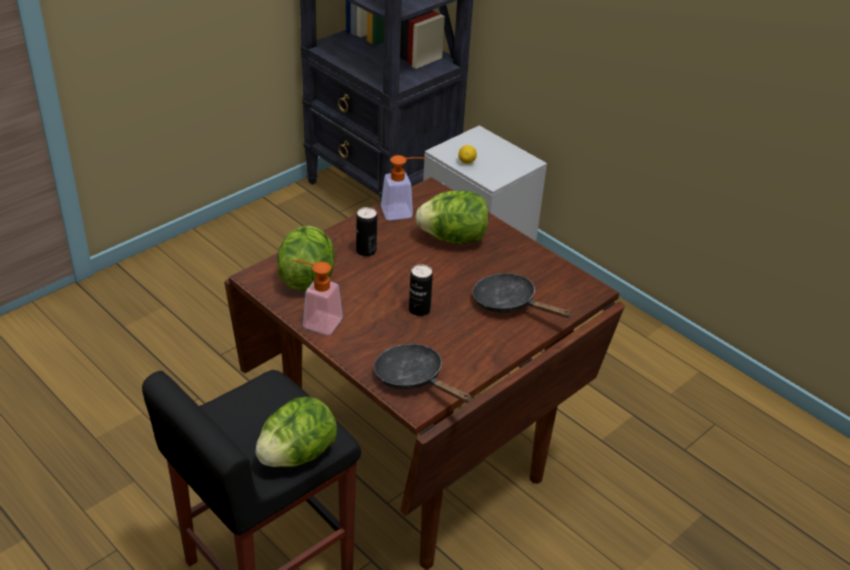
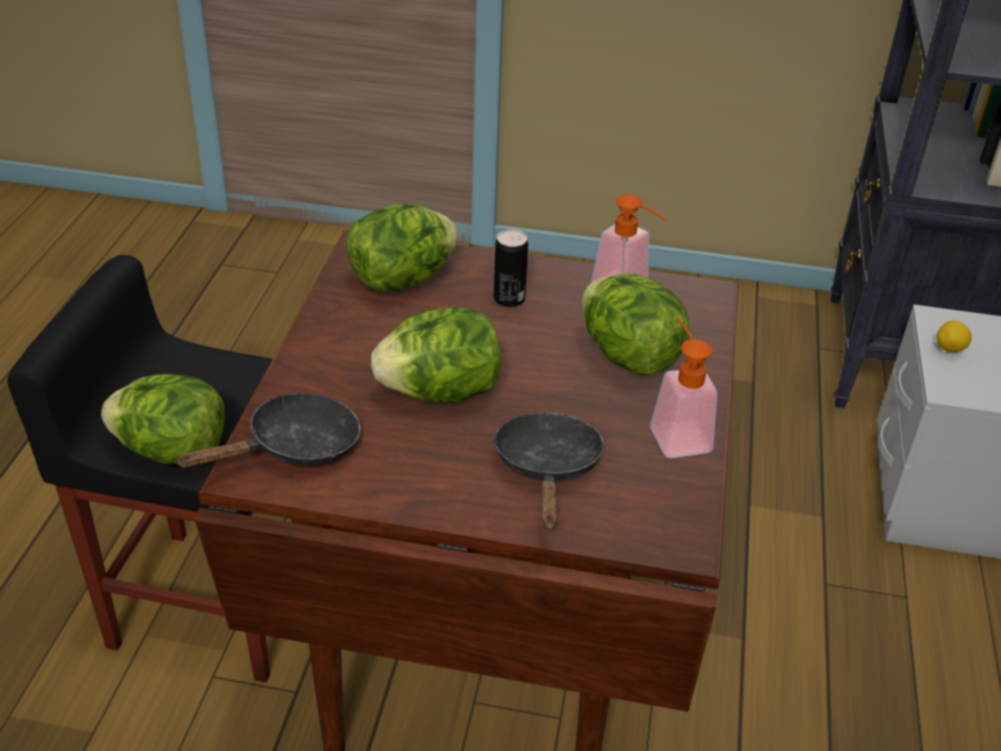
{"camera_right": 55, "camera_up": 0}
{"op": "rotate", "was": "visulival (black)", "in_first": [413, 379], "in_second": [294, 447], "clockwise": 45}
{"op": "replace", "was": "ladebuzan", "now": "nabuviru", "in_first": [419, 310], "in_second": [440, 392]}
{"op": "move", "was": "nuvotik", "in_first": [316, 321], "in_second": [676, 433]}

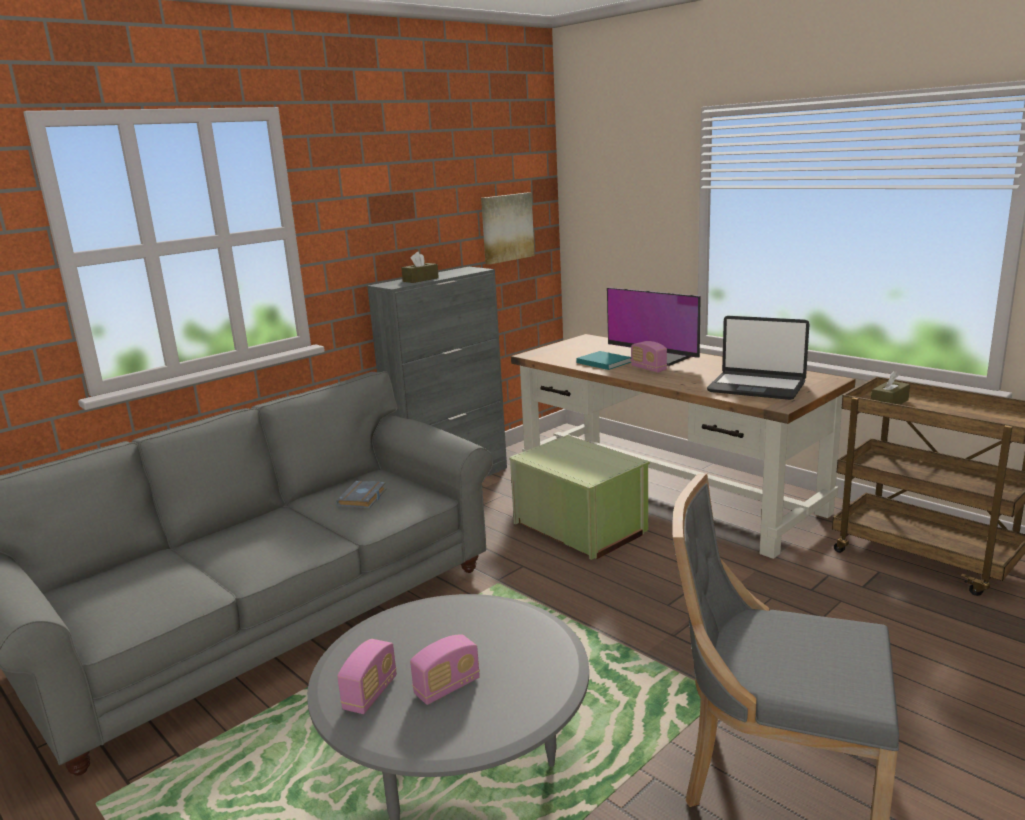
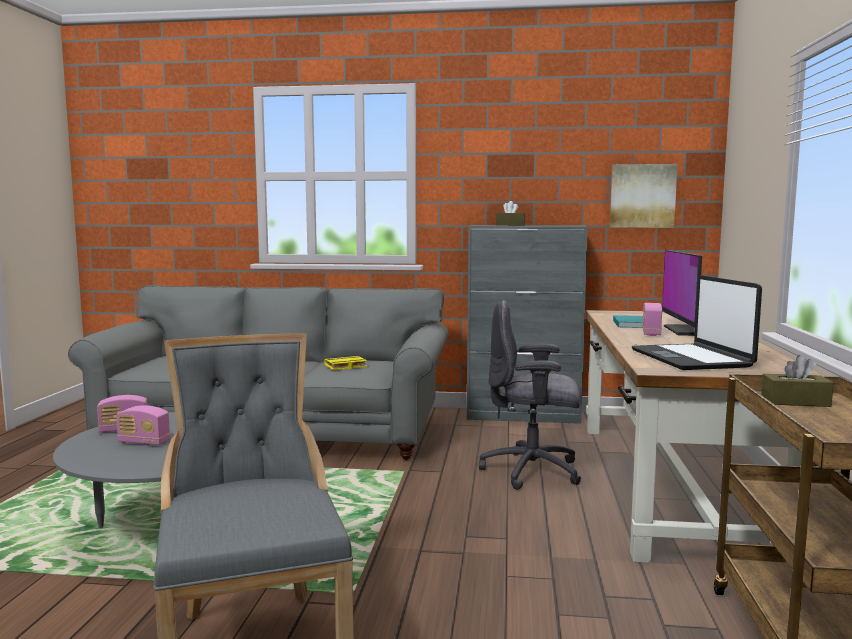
{"camera_right": 50, "camera_up": -10}
{"op": "recolor", "was": "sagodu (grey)", "now": "sagodu (yellow)", "in_first": [363, 499], "in_second": [345, 366]}
{"op": "replace", "was": "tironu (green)", "now": "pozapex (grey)", "in_first": [579, 528], "in_second": [533, 471]}

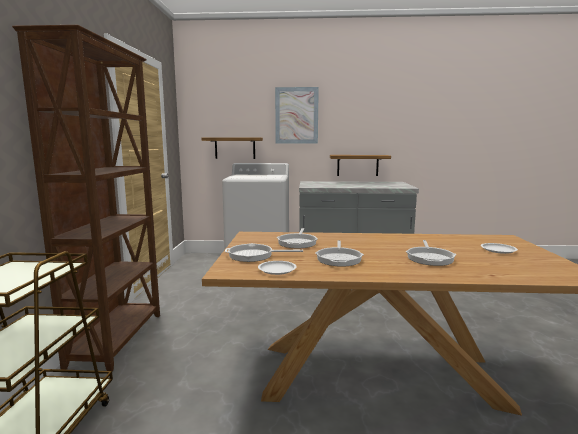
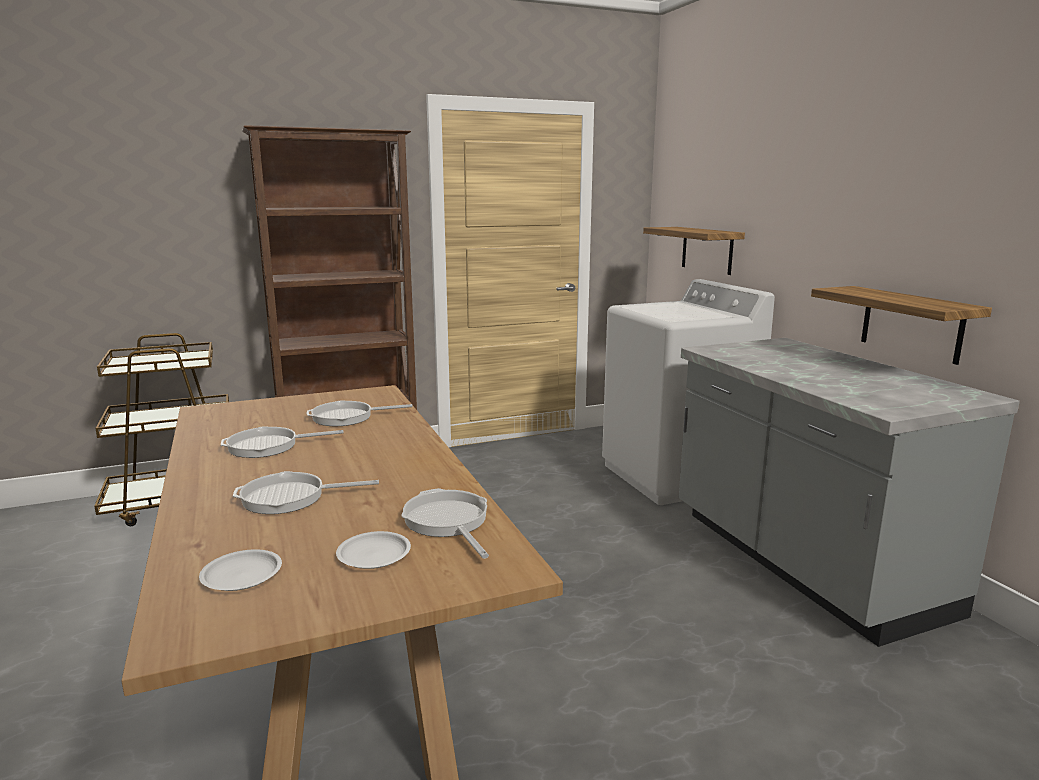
{"camera_right": 65, "camera_up": 5}
{"op": "move", "was": "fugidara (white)", "in_first": [277, 270], "in_second": [242, 575]}
{"op": "move", "was": "visulival", "in_first": [254, 255], "in_second": [447, 522]}
{"op": "delete", "was": "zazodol", "in_first": [296, 115]}

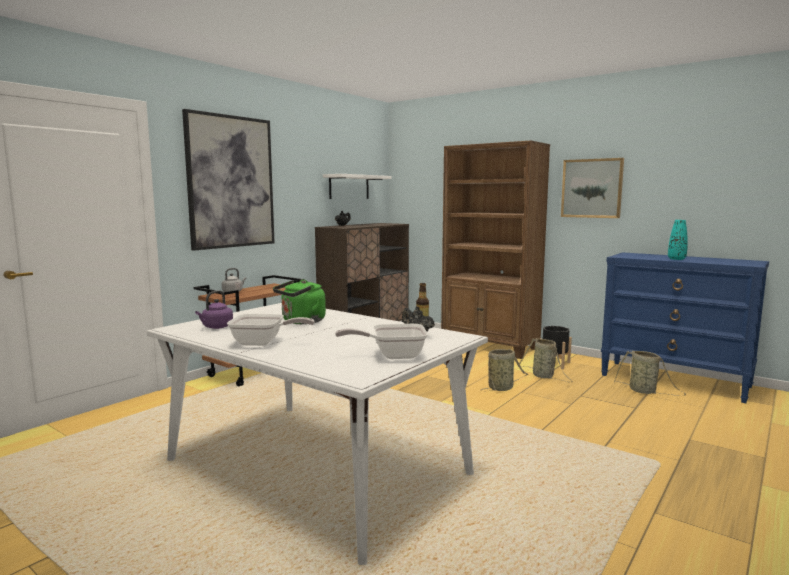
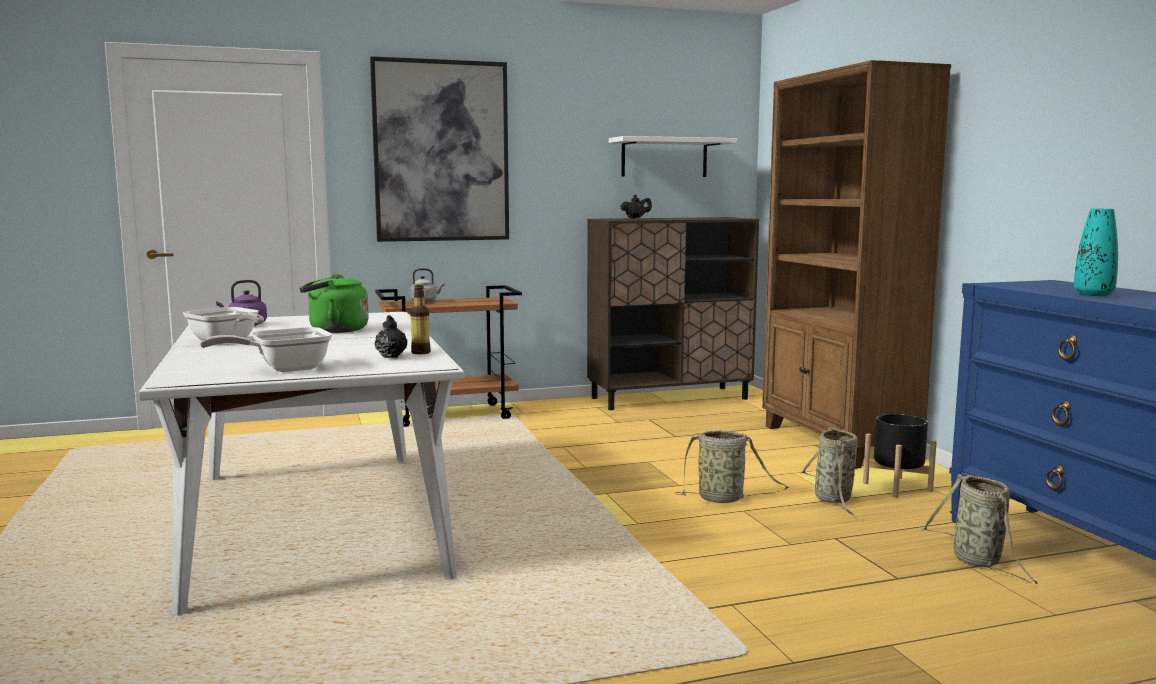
{"camera_right": 35, "camera_up": 0}
{"op": "rotate", "was": "visulival", "in_first": [392, 355], "in_second": [283, 369], "clockwise": -60}
{"op": "delete", "was": "zazodol", "in_first": [591, 188]}

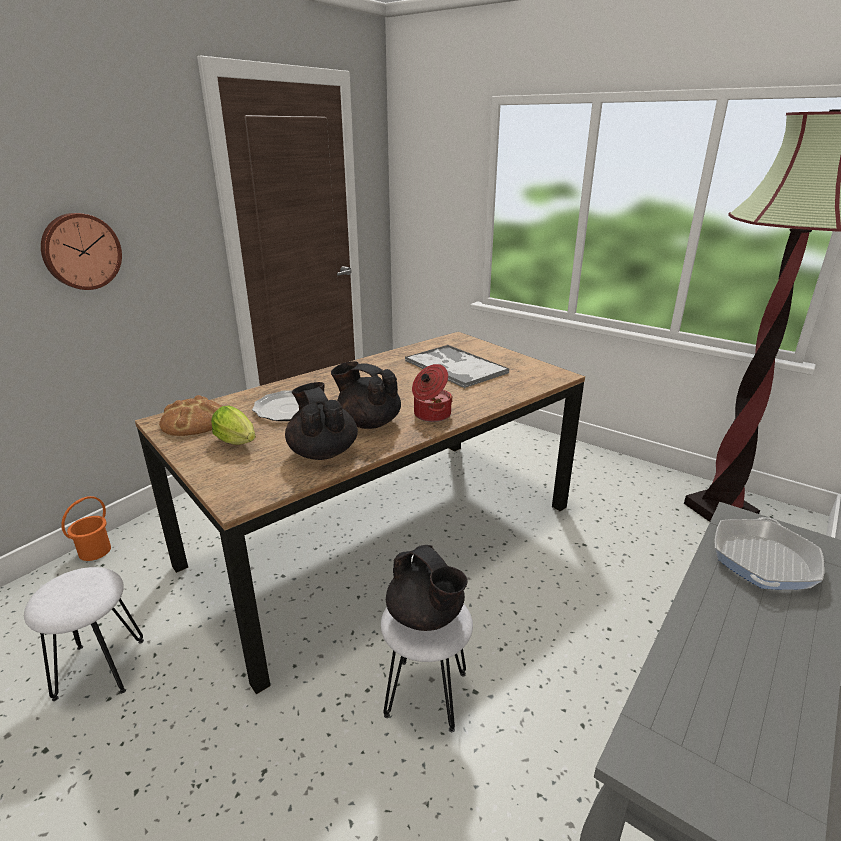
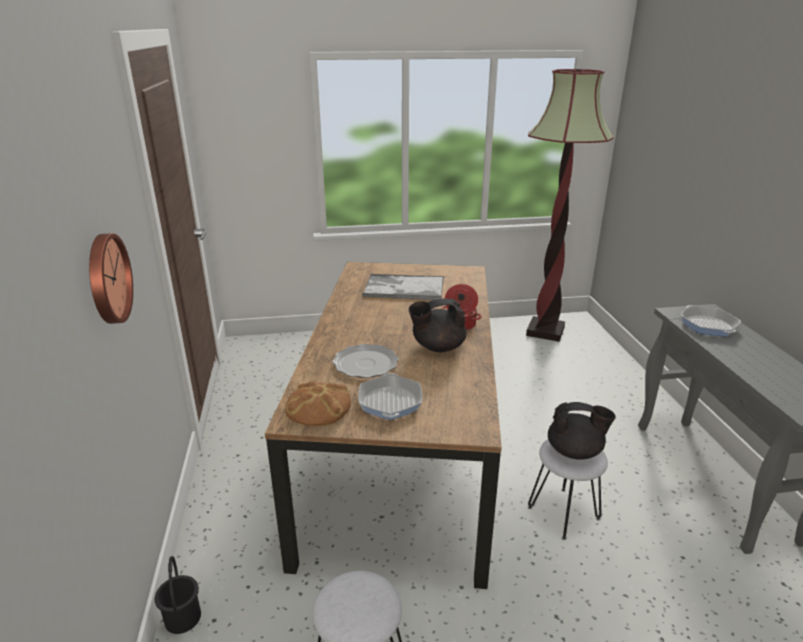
{"camera_right": -45, "camera_up": 0}
{"op": "recolor", "was": "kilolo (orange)", "now": "kilolo (black)", "in_first": [94, 551], "in_second": [182, 618]}
{"op": "replace", "was": "nabuviru", "now": "visulival", "in_first": [238, 443], "in_second": [390, 402]}
{"op": "delete", "was": "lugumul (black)", "in_first": [322, 452]}

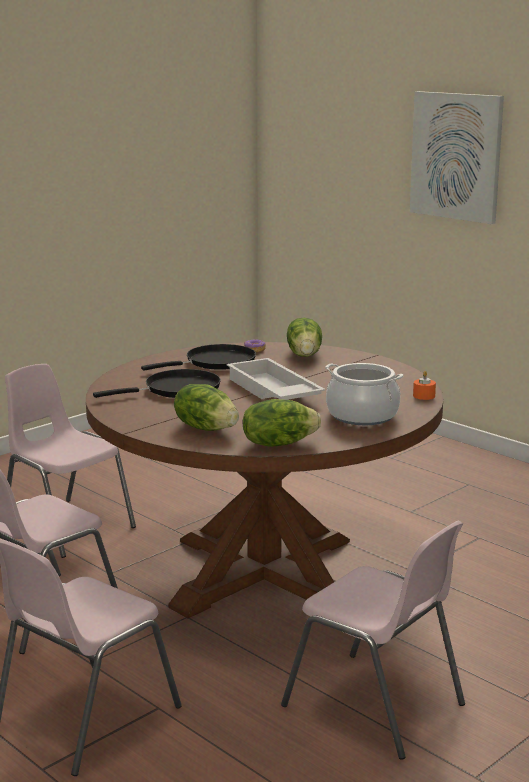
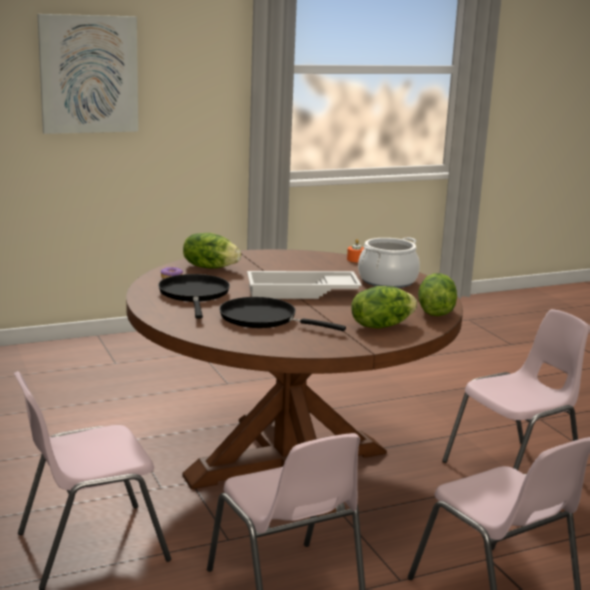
{"camera_right": -70, "camera_up": 0}
{"op": "rotate", "was": "visulival (black)", "in_first": [177, 390], "in_second": [263, 319], "clockwise": -60}

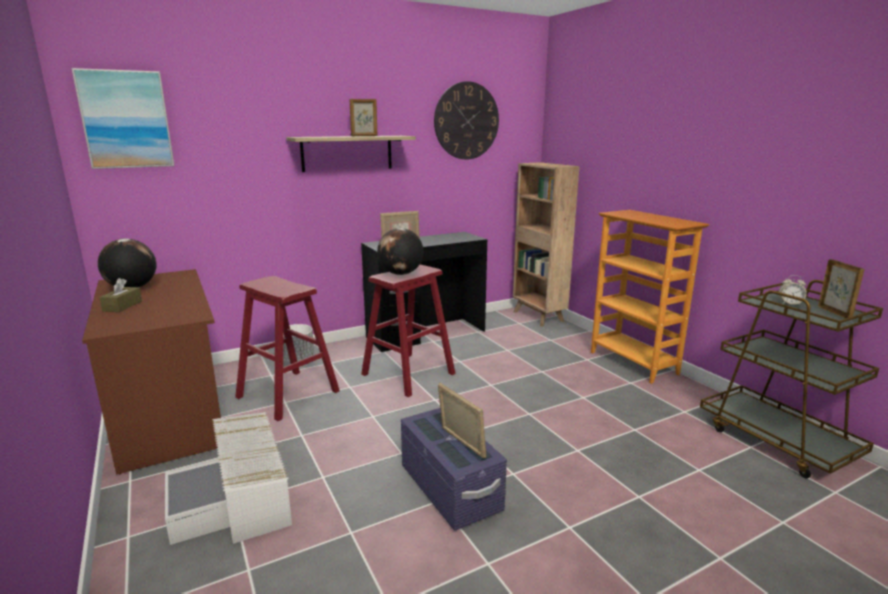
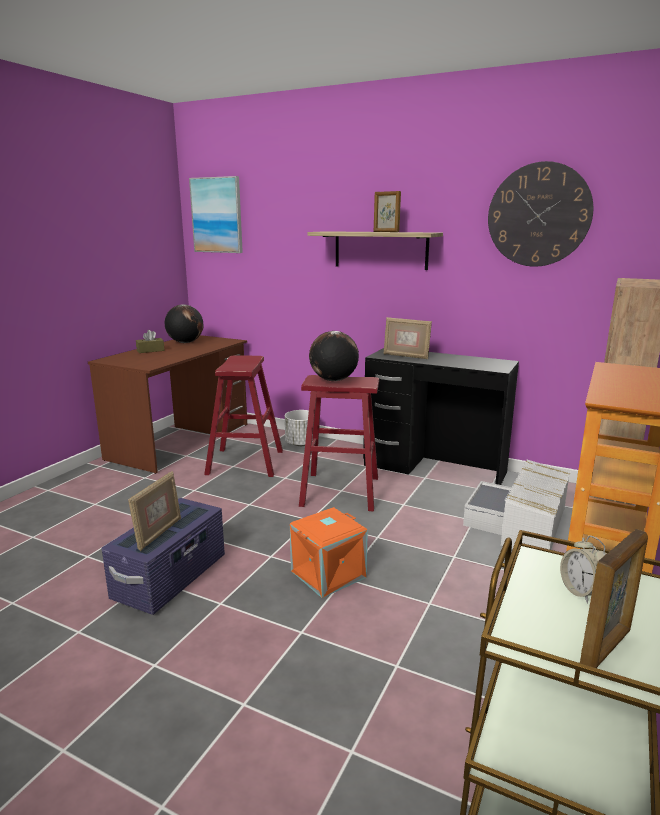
{"camera_right": 55, "camera_up": 0}
{"op": "insert", "now": "tironu (orange)", "in_second": [328, 575]}
{"op": "move", "was": "tironu (white)", "in_first": [236, 499], "in_second": [520, 523]}

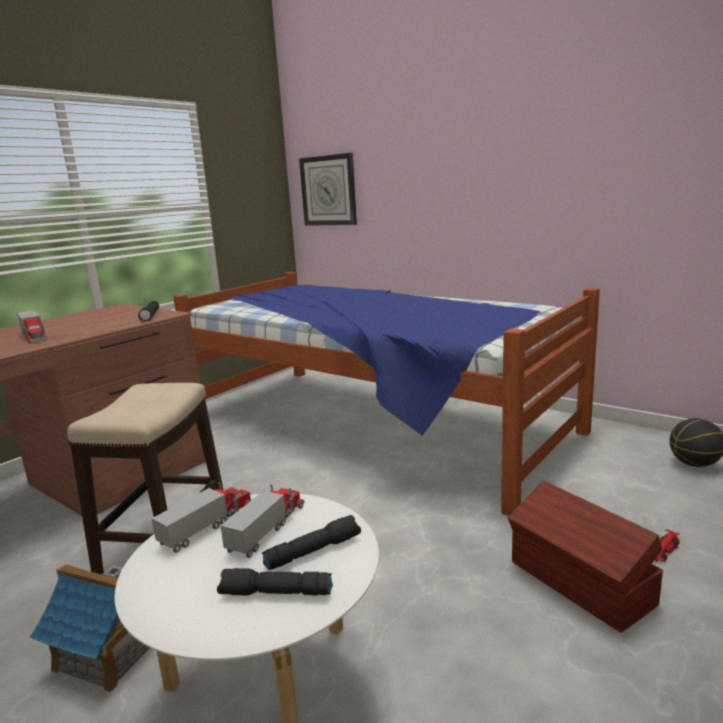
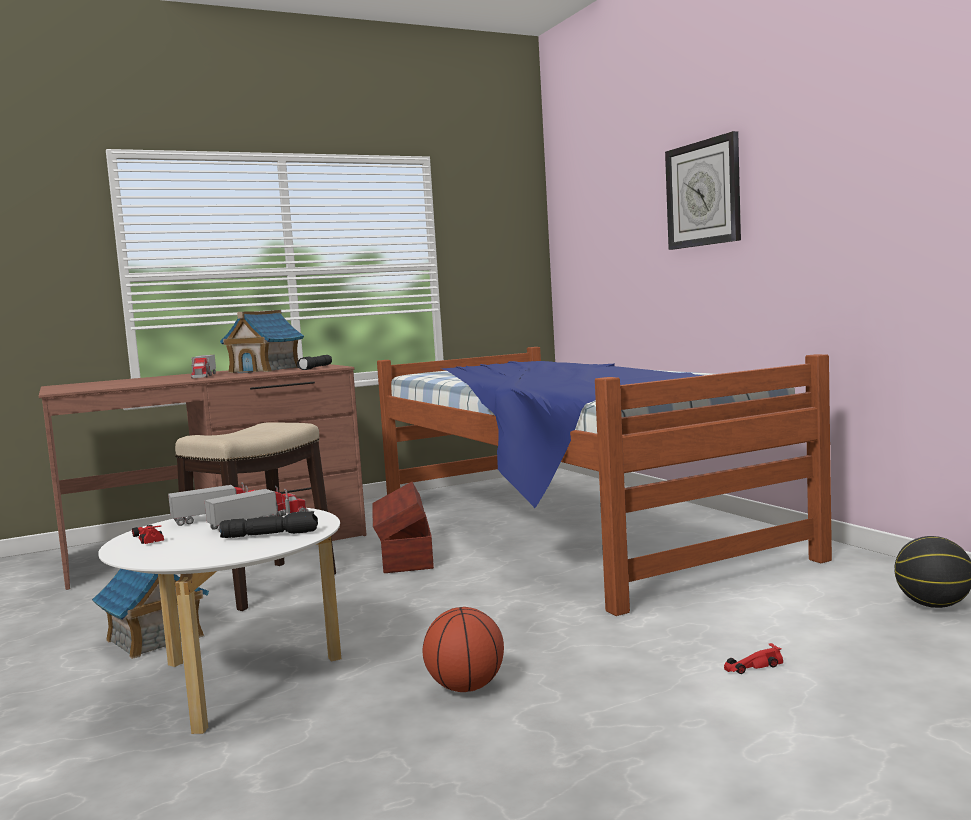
{"camera_right": 25, "camera_up": -10}
{"op": "insert", "now": "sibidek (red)", "in_second": [147, 538]}
{"op": "insert", "now": "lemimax", "in_second": [265, 370]}
{"op": "move", "was": "tironu (brown)", "in_first": [580, 584], "in_second": [404, 556]}
{"op": "insert", "now": "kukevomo", "in_second": [465, 688]}
{"op": "move", "was": "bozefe", "in_first": [328, 190], "in_second": [703, 194]}
{"op": "delete", "was": "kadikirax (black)", "in_first": [275, 593]}

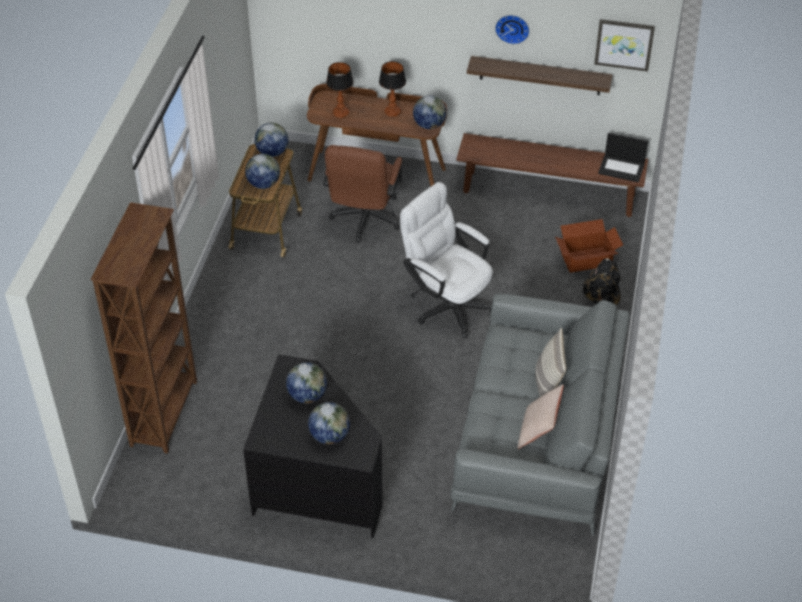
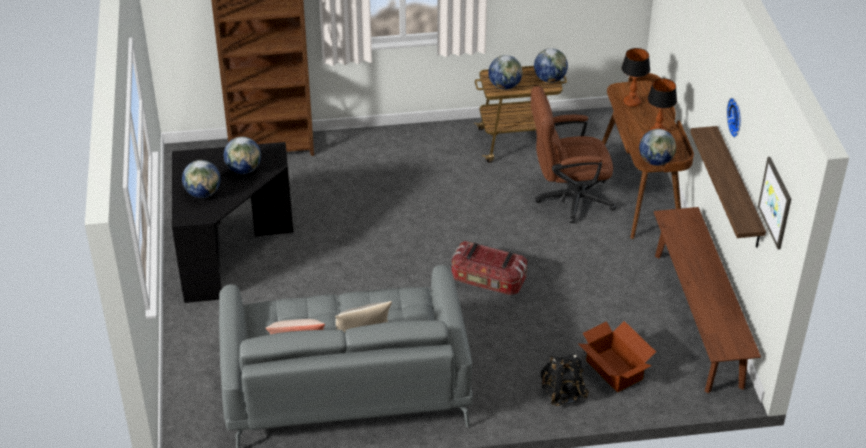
{"camera_right": 70, "camera_up": -5}
{"op": "replace", "was": "pozapex (white)", "now": "tironu", "in_first": [447, 304], "in_second": [488, 281]}
{"op": "delete", "was": "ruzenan", "in_first": [622, 168]}

